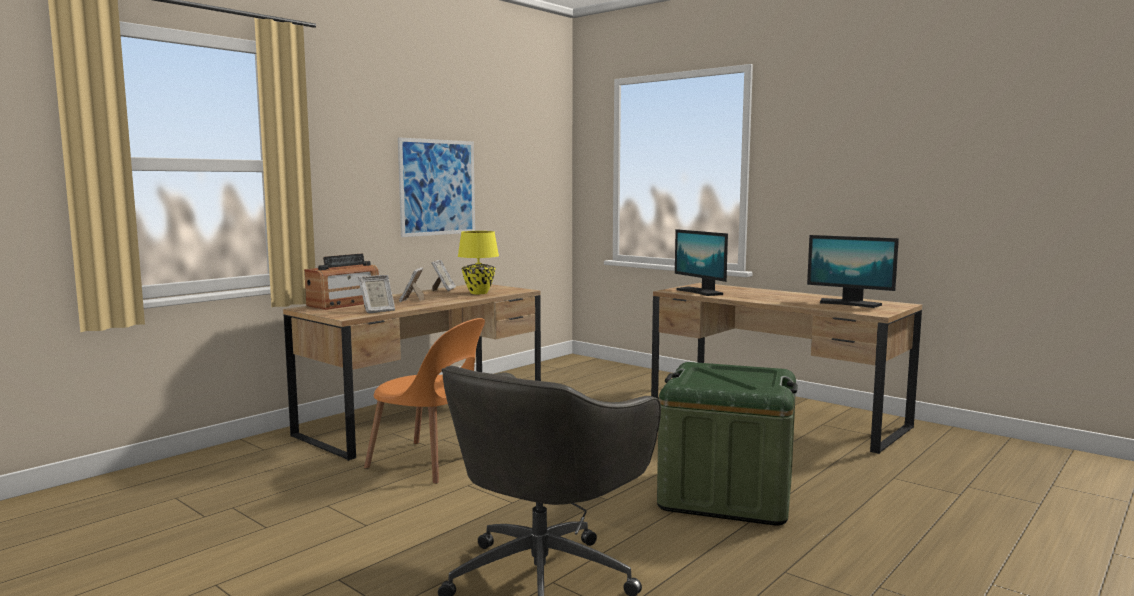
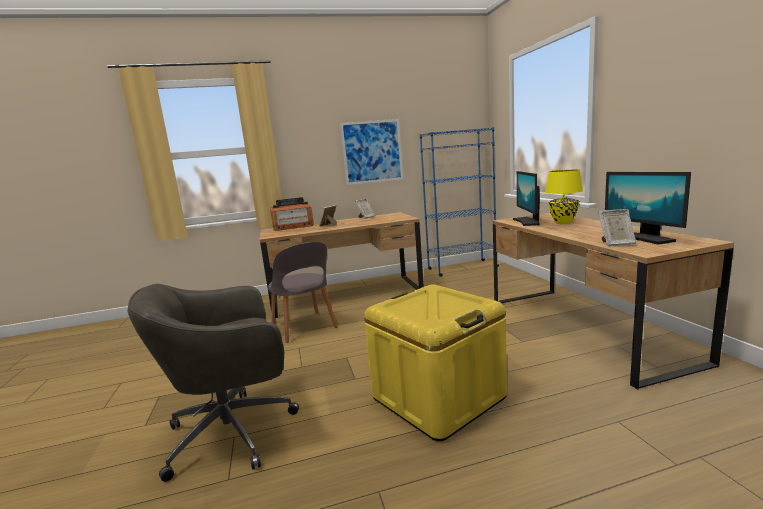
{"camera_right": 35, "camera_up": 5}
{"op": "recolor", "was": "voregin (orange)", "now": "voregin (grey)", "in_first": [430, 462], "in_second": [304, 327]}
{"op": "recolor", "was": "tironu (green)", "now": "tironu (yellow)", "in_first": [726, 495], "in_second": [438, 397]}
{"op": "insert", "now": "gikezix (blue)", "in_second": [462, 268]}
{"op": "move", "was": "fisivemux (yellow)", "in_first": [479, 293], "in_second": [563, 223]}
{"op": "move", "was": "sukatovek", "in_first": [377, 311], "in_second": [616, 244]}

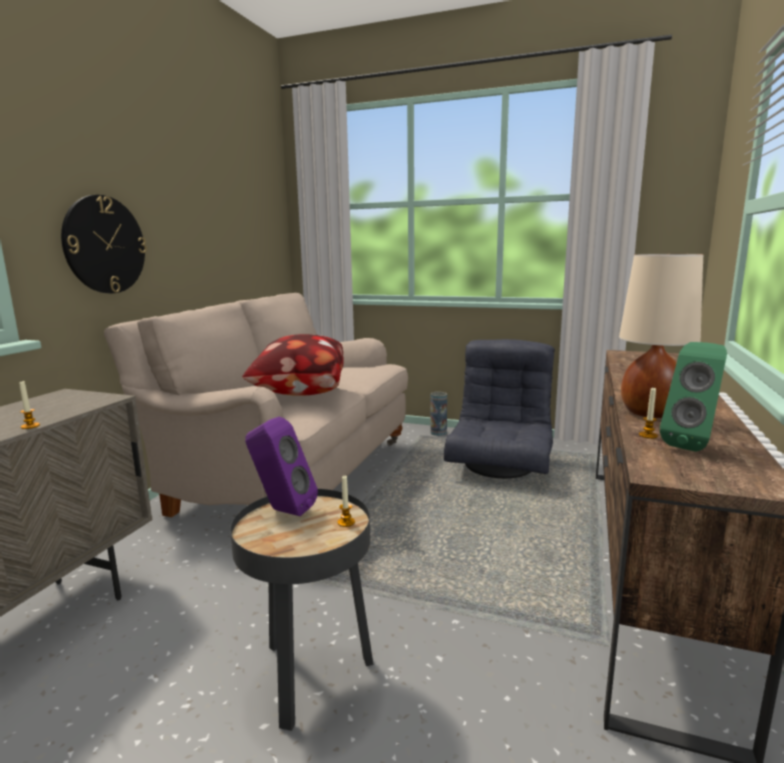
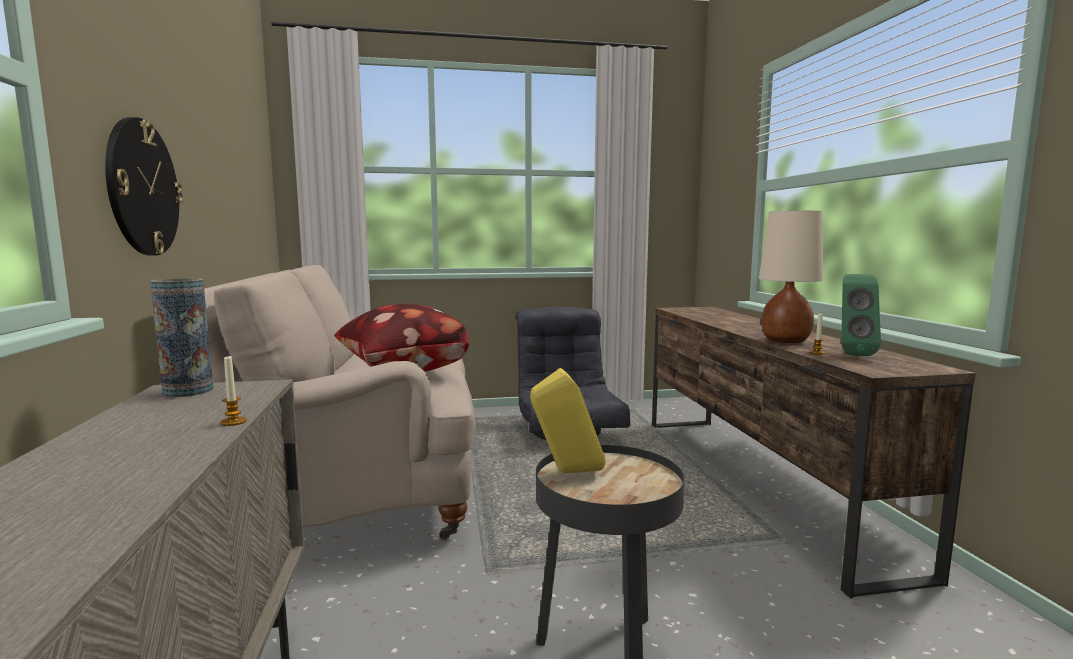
{"camera_right": -30, "camera_up": -5}
{"op": "move", "was": "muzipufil", "in_first": [438, 433], "in_second": [188, 391]}
{"op": "recolor", "was": "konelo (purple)", "now": "konelo (yellow)", "in_first": [282, 510], "in_second": [567, 472]}
{"op": "delete", "was": "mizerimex", "in_first": [346, 522]}

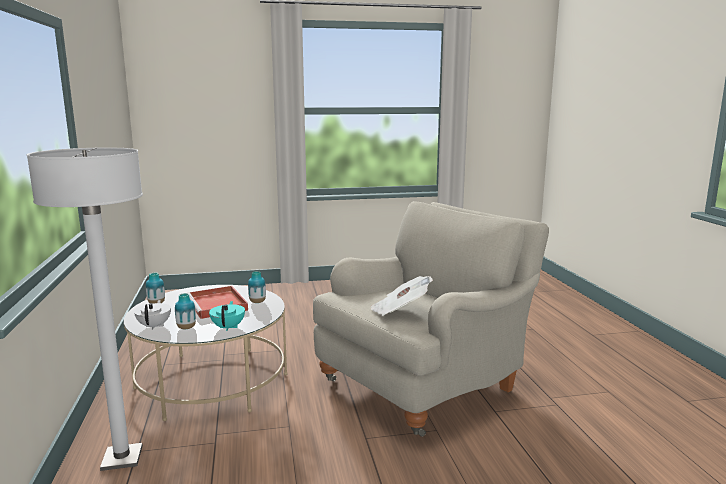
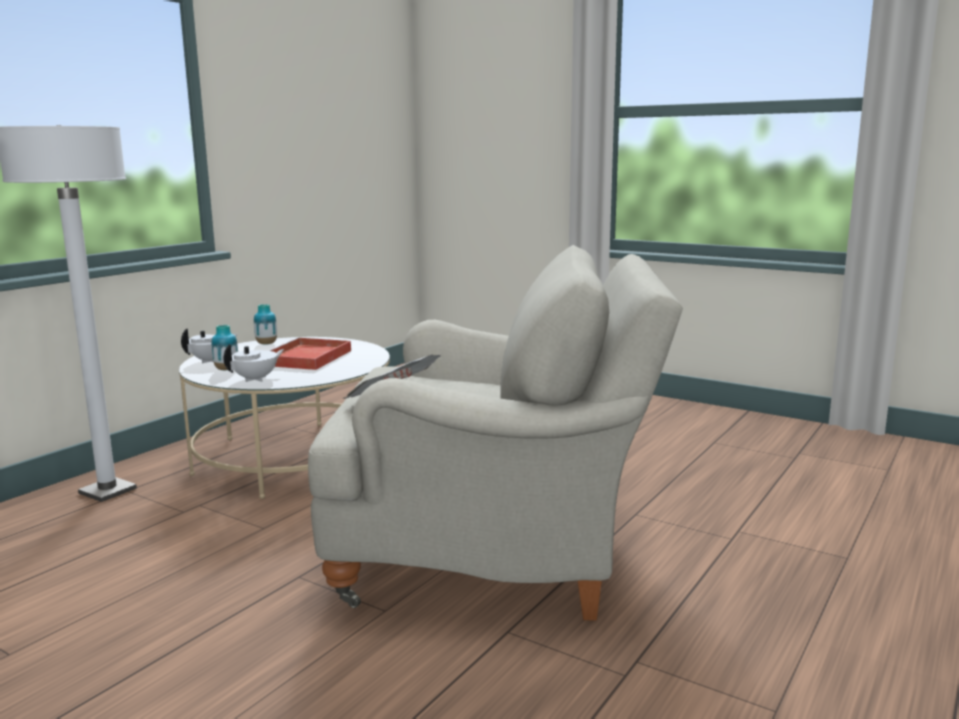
{"camera_right": 45, "camera_up": 0}
{"op": "recolor", "was": "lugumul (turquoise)", "now": "lugumul (white)", "in_first": [228, 327], "in_second": [256, 379]}
{"op": "delete", "was": "muzipufil", "in_first": [257, 302]}

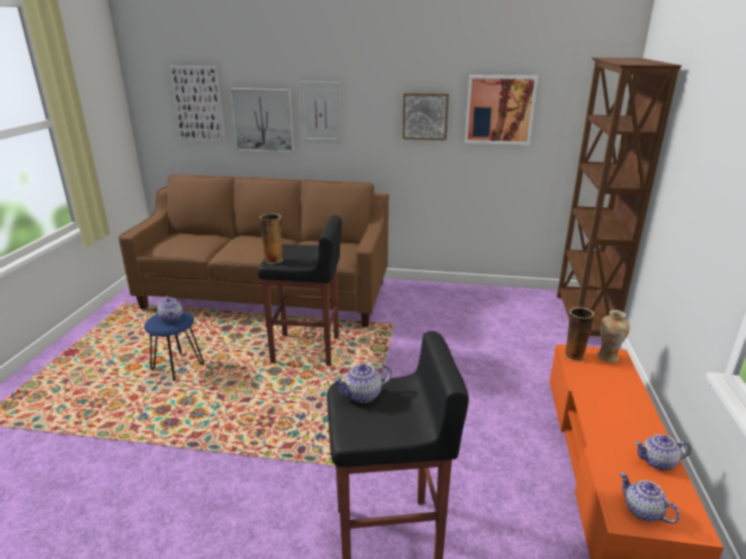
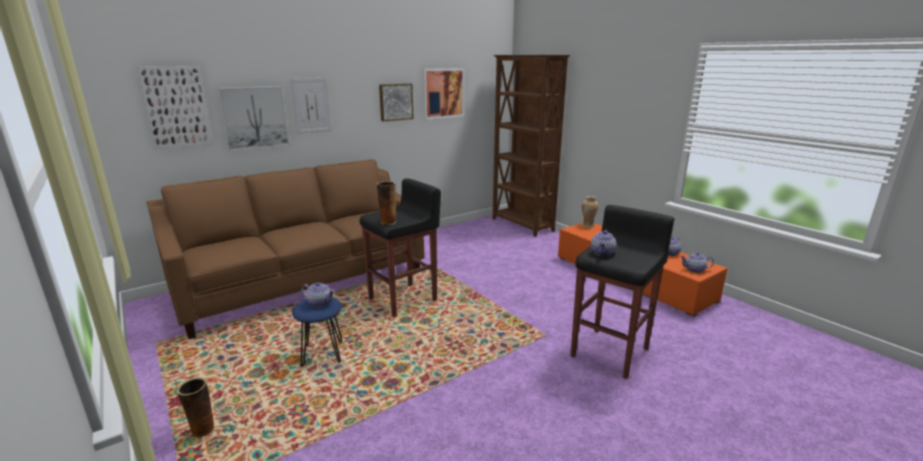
{"camera_right": -45, "camera_up": -5}
{"op": "move", "was": "muzipufil", "in_first": [573, 355], "in_second": [202, 431]}

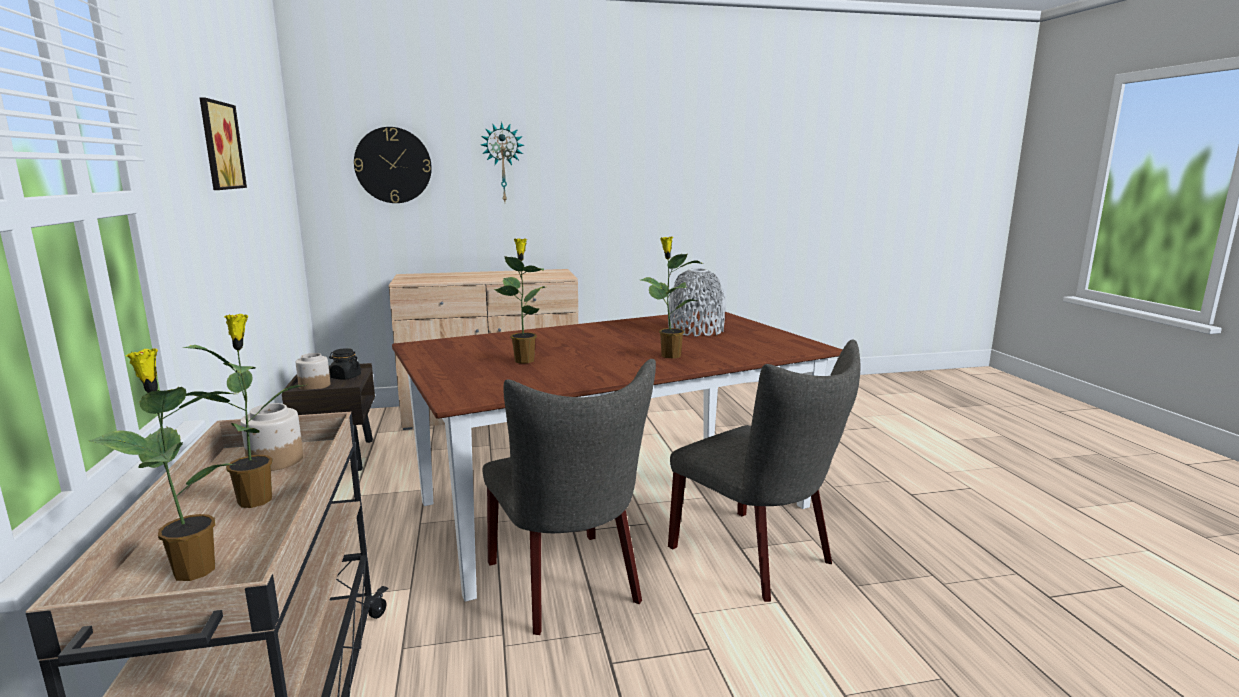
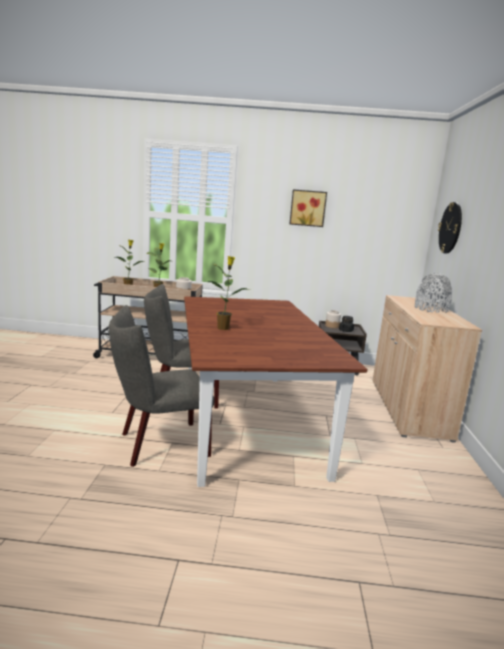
{"camera_right": 105, "camera_up": 0}
{"op": "move", "was": "muzipufil (grey)", "in_first": [696, 330], "in_second": [431, 309]}
{"op": "delete", "was": "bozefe", "in_first": [503, 163]}
{"op": "delete", "was": "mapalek", "in_first": [524, 360]}

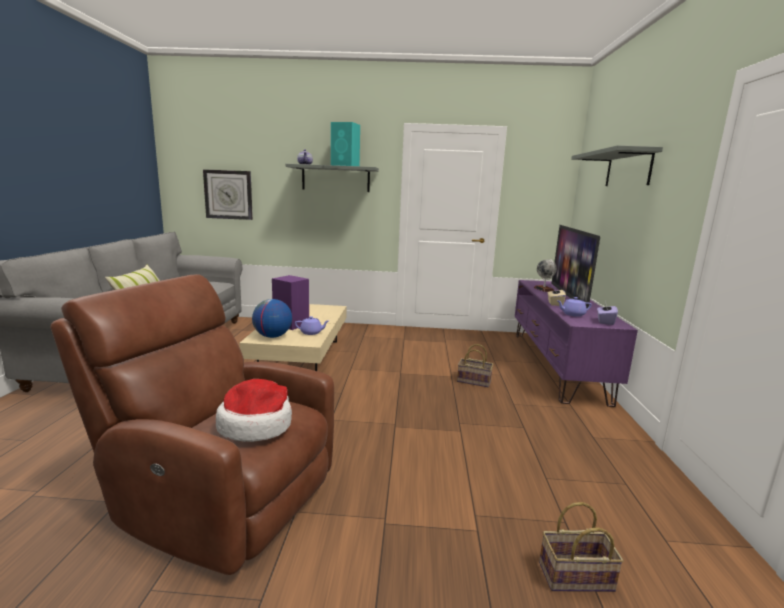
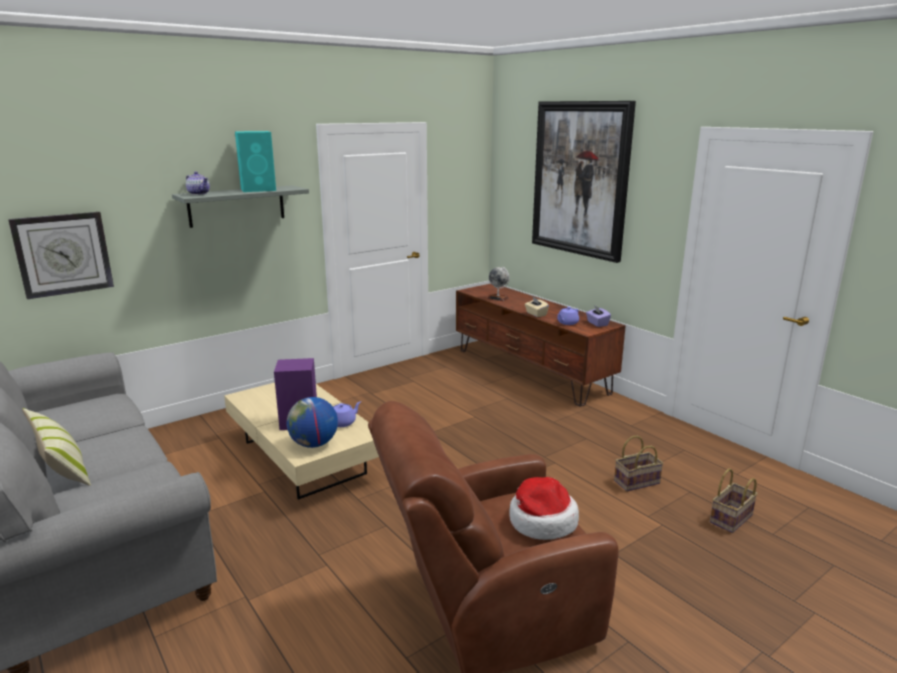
{"camera_right": -40, "camera_up": 5}
{"op": "recolor", "was": "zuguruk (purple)", "now": "zuguruk (brown)", "in_first": [556, 364], "in_second": [530, 371]}
{"op": "replace", "was": "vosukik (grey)", "now": "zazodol", "in_first": [628, 169], "in_second": [580, 179]}
{"op": "move", "was": "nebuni", "in_first": [475, 381], "in_second": [637, 481]}
{"op": "delete", "was": "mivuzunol", "in_first": [569, 296]}

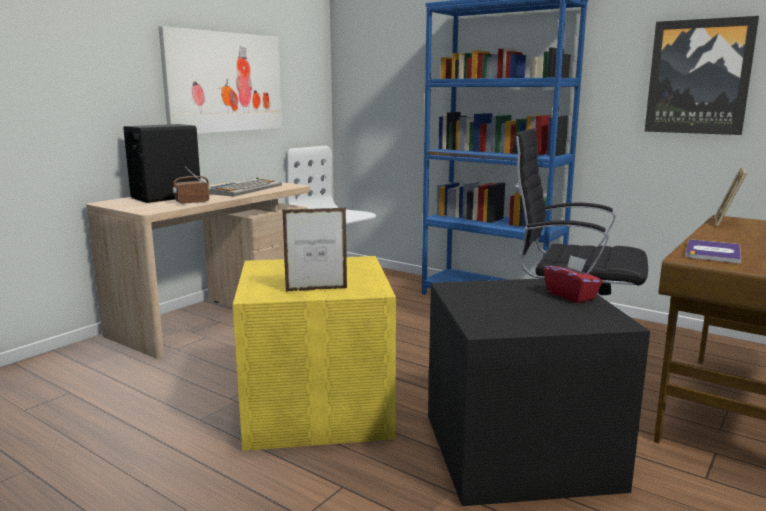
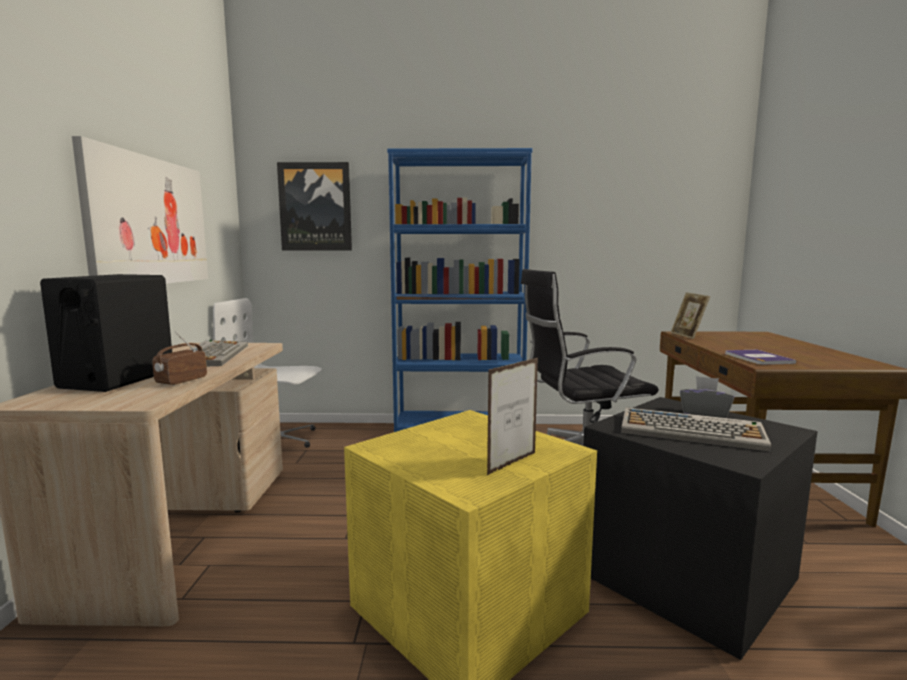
{"camera_right": -35, "camera_up": -5}
{"op": "move", "was": "zazodol", "in_first": [698, 77], "in_second": [315, 207]}
{"op": "insert", "now": "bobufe", "in_second": [692, 431]}
{"op": "recolor", "was": "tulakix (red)", "now": "tulakix (grey)", "in_first": [571, 296], "in_second": [704, 413]}

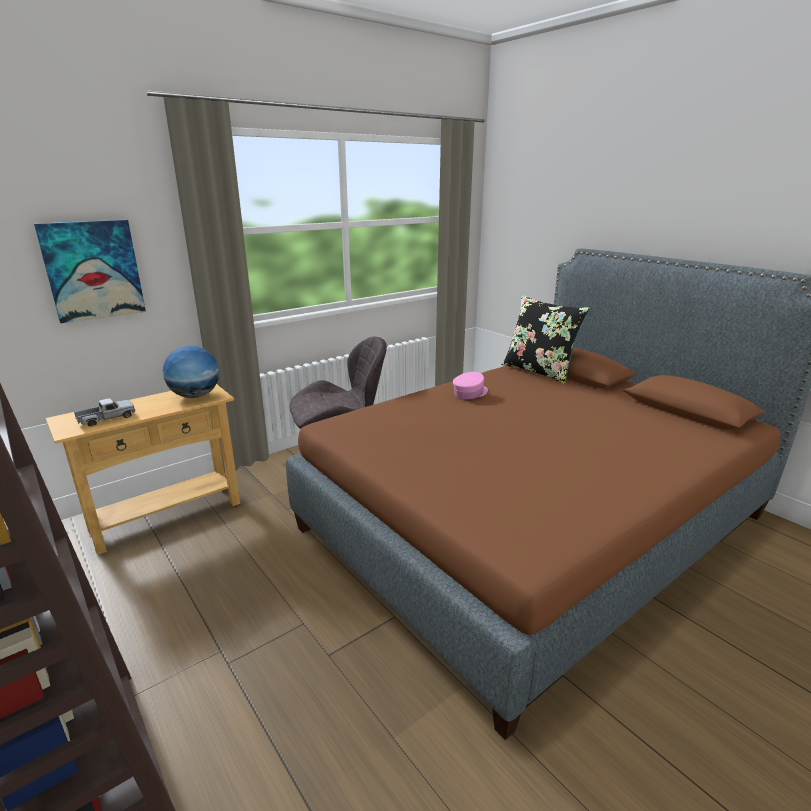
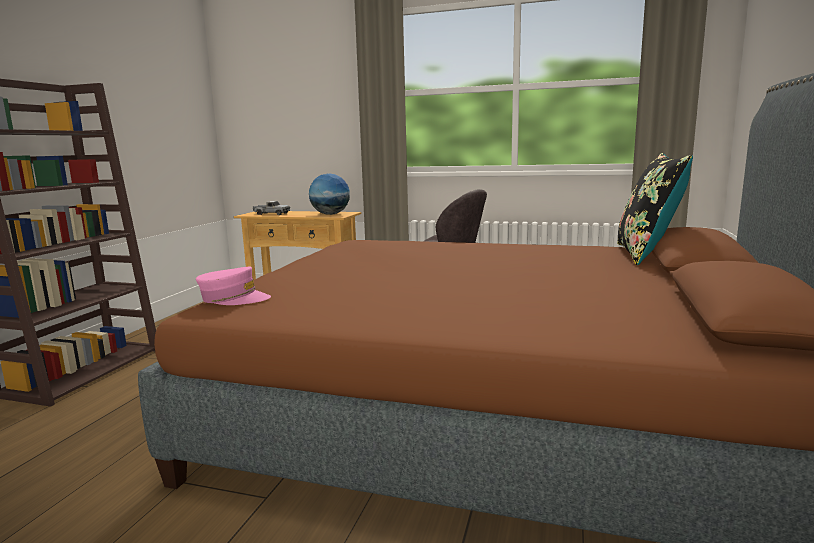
{"camera_right": 55, "camera_up": -10}
{"op": "move", "was": "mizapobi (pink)", "in_first": [470, 393], "in_second": [234, 299]}
{"op": "delete", "was": "zazodol", "in_first": [93, 270]}

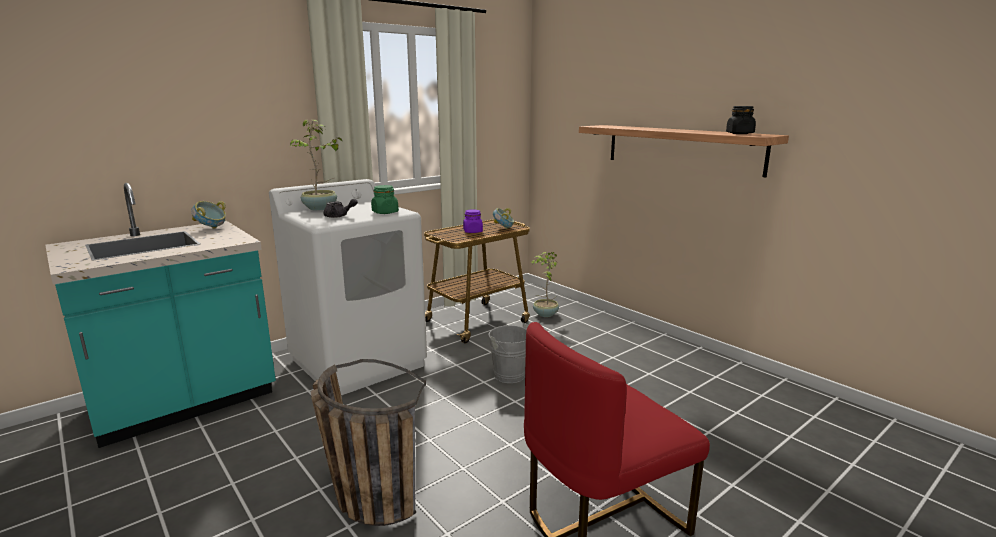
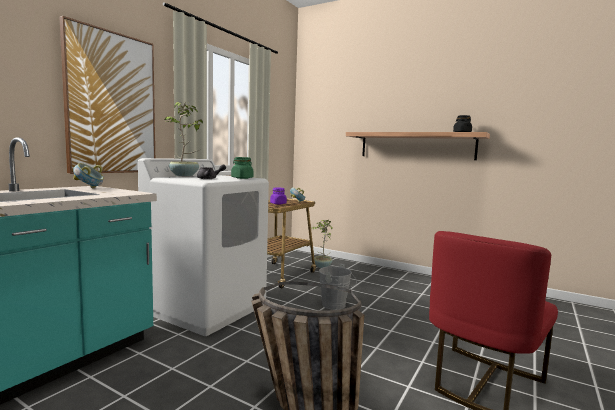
{"camera_right": -20, "camera_up": -10}
{"op": "insert", "now": "zazodol", "in_second": [111, 103]}

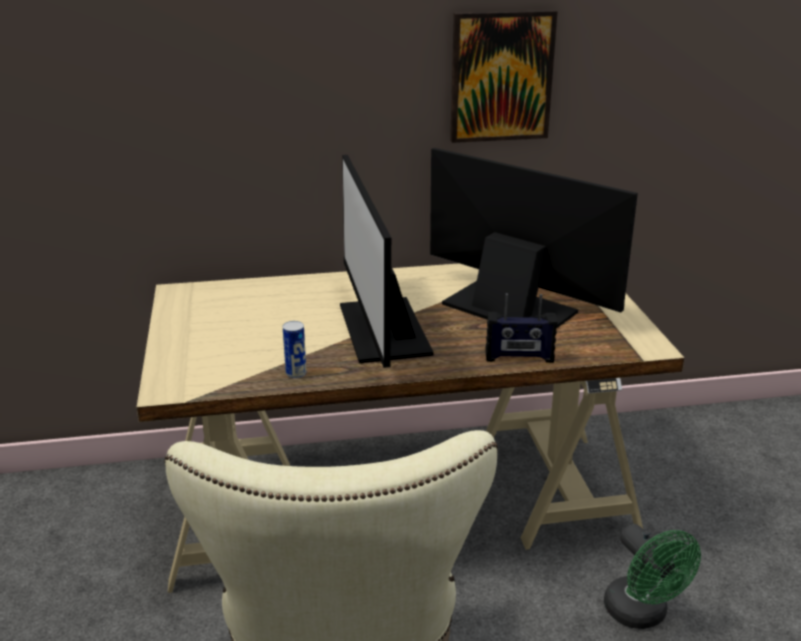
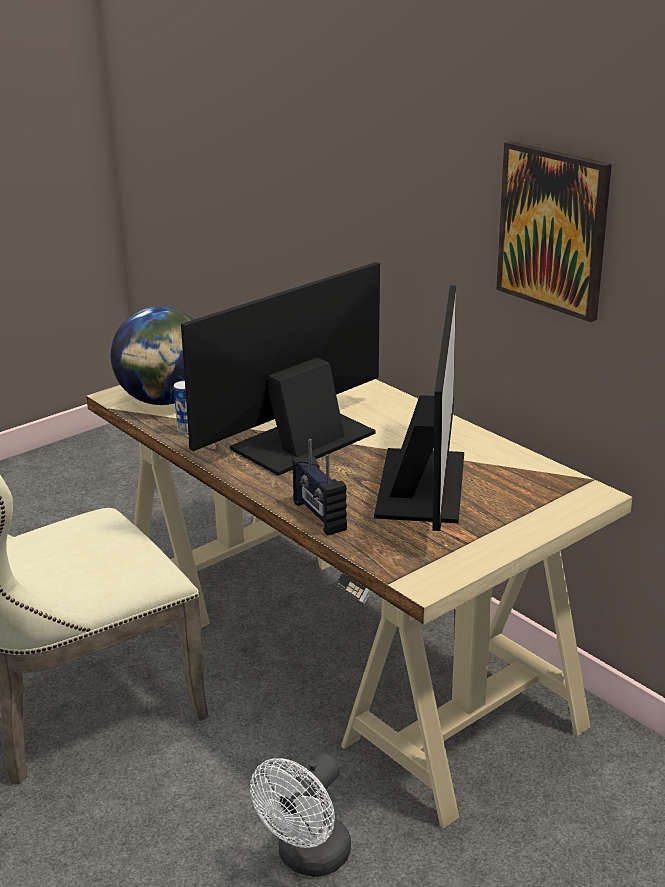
{"camera_right": 60, "camera_up": 0}
{"op": "insert", "now": "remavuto", "in_second": [164, 400]}
{"op": "recolor", "was": "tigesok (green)", "now": "tigesok (white)", "in_first": [642, 615], "in_second": [307, 859]}

